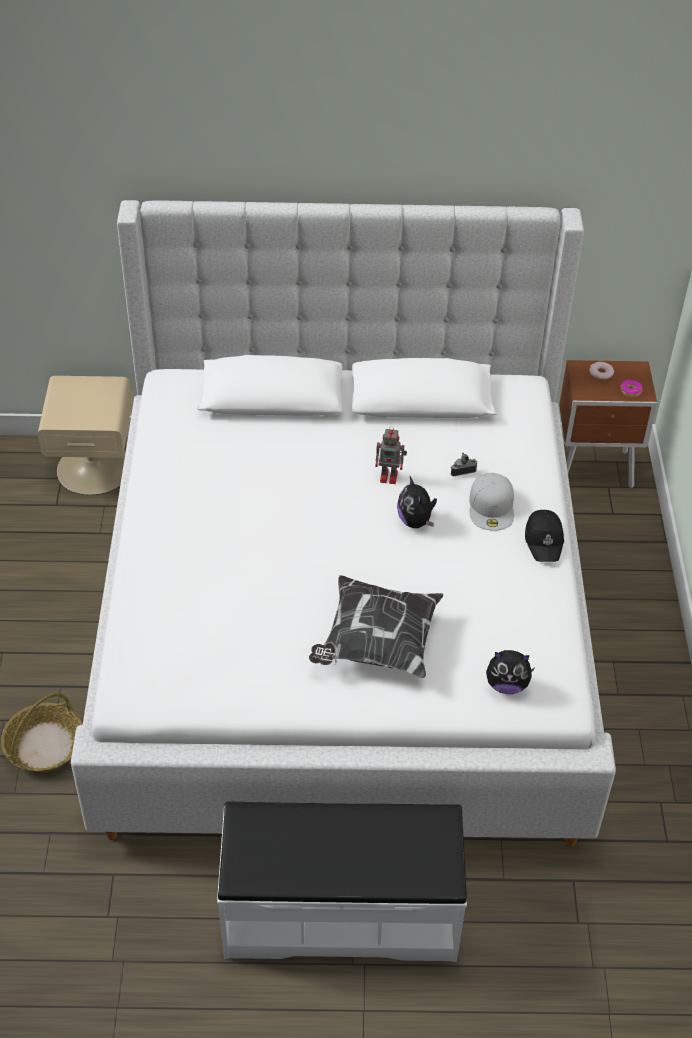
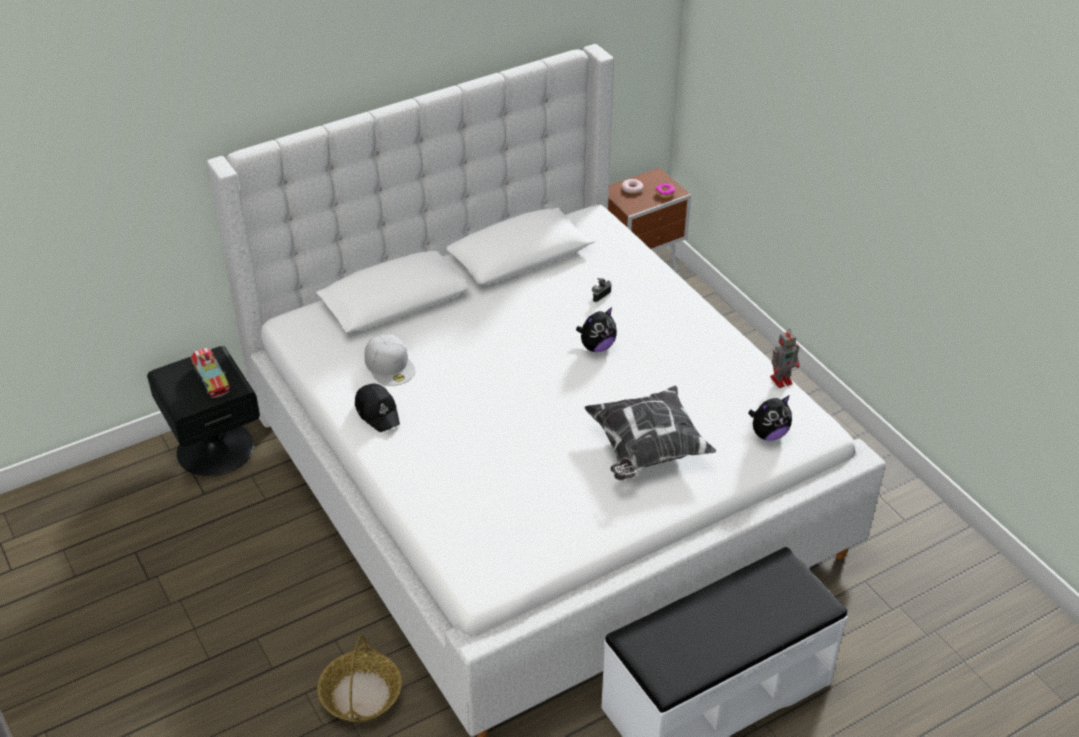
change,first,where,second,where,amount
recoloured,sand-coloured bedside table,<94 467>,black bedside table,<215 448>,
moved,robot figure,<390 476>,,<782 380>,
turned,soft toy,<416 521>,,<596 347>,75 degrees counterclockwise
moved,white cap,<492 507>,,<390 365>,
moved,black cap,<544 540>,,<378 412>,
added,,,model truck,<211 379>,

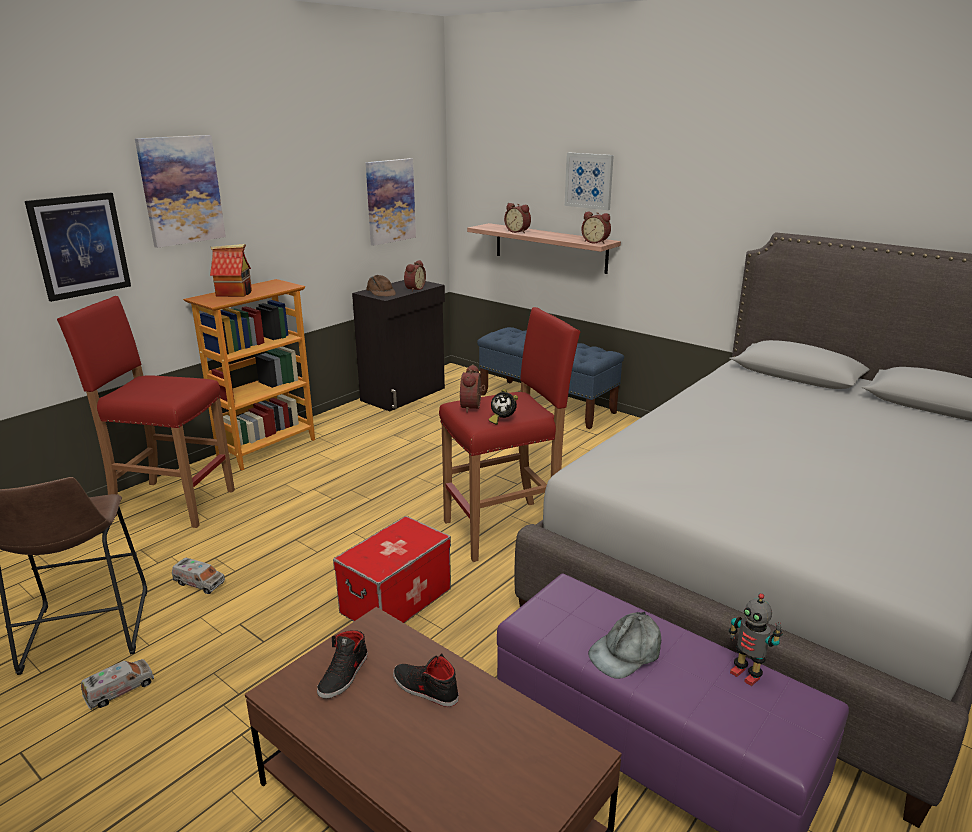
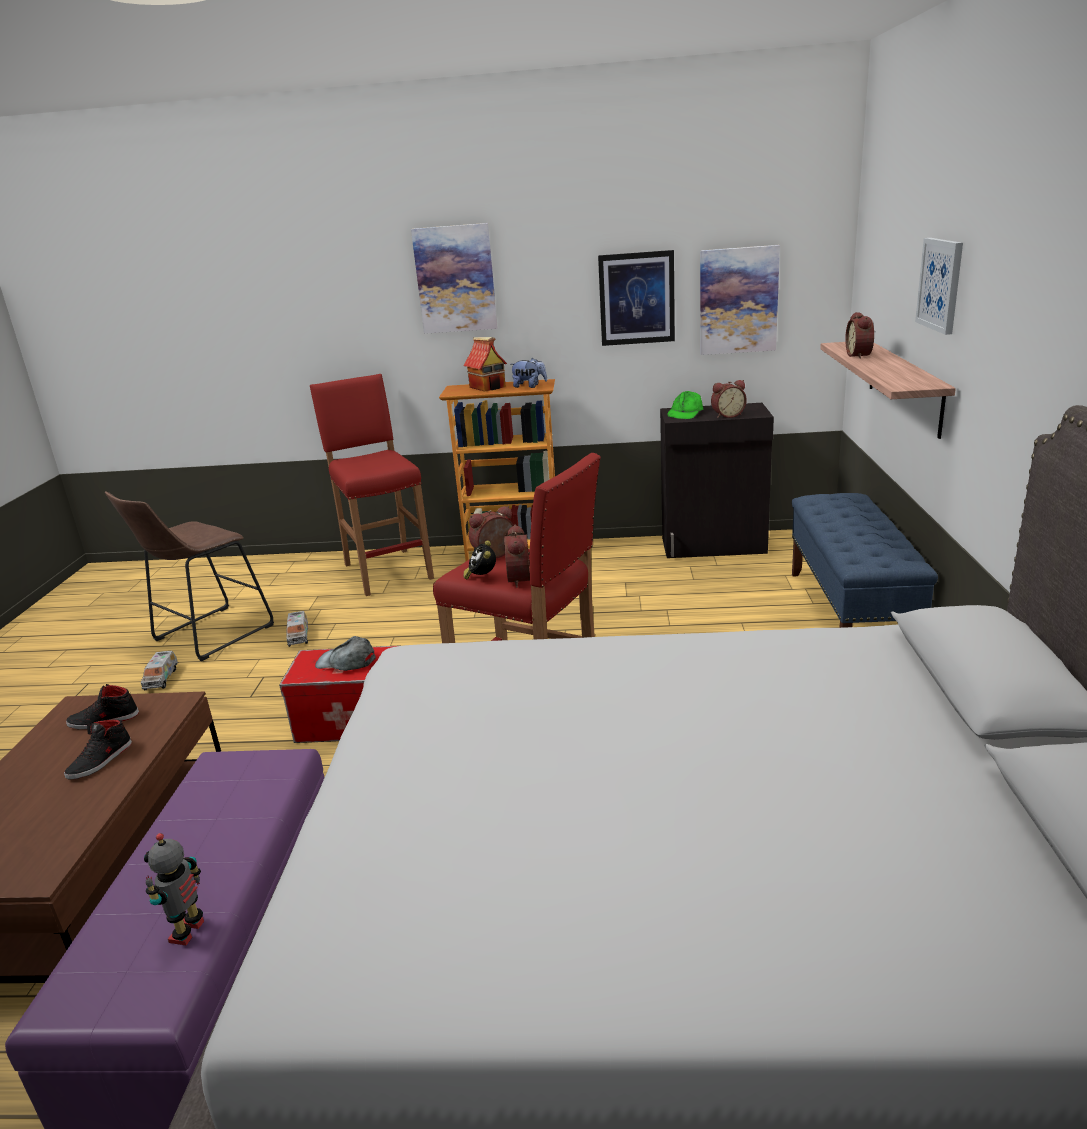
change,first,where,second,where,amount
moved,wall art,<80 246>,,<636 298>,
turned,model truck,<119 690>,,<161 678>,75 degrees clockwise
recoloured,brownish cap,<381 292>,green cap,<685 413>,
turned,black shoe,<424 689>,,<100 761>,150 degrees counterclockwise
moved,table clock,<596 242>,,<522 579>,
moved,greyish cap,<626 652>,,<346 661>,
added,,,soft toy,<529 386>,

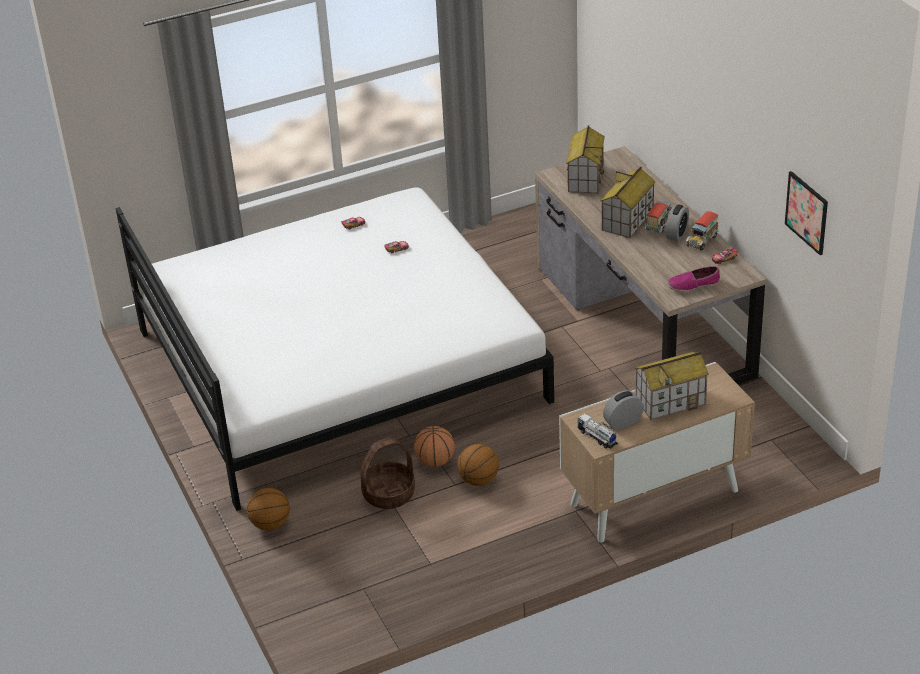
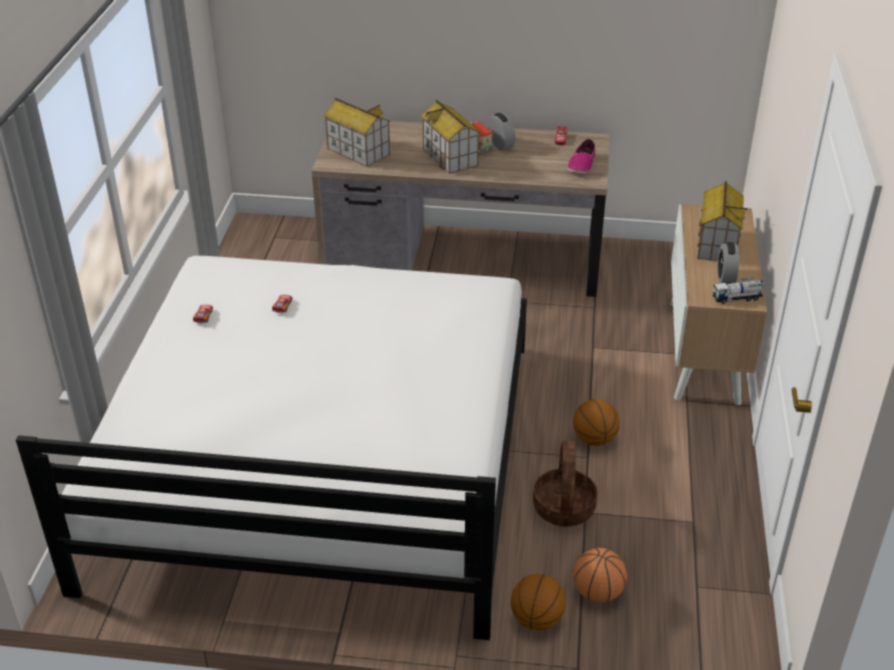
change,first,where,second,where,amount
moved,basketball ball,<435 461>,,<597 592>,
removed,model truck,<701 241>,,,
removed,wall art,<807 212>,,,

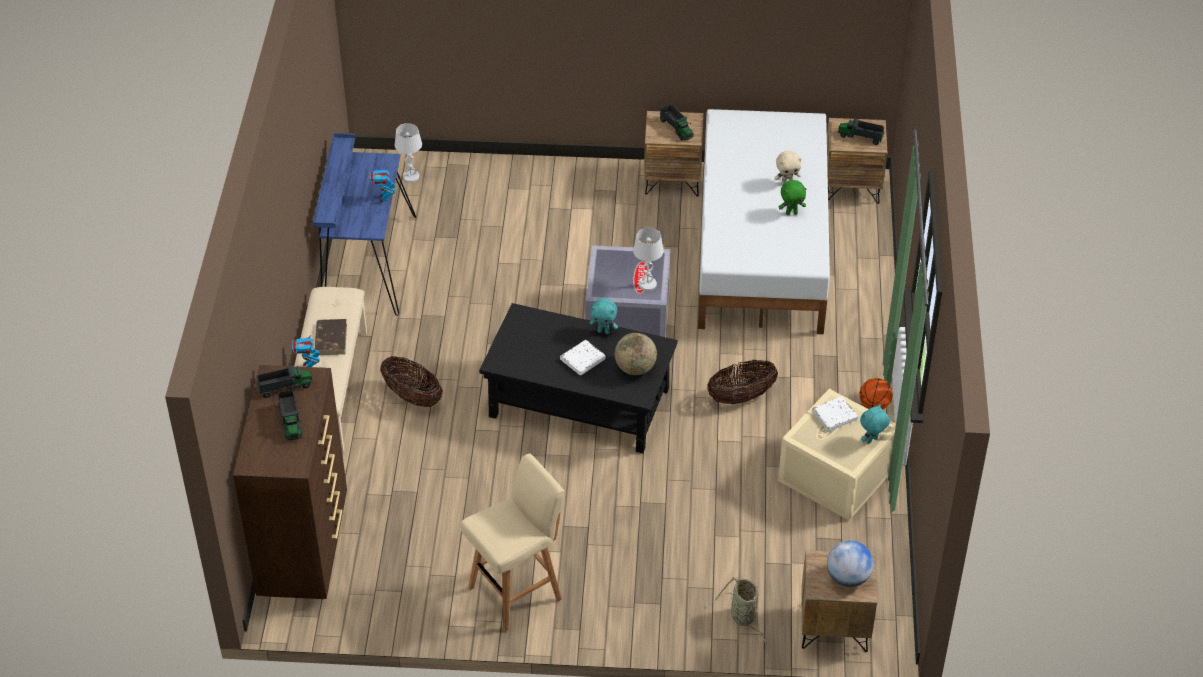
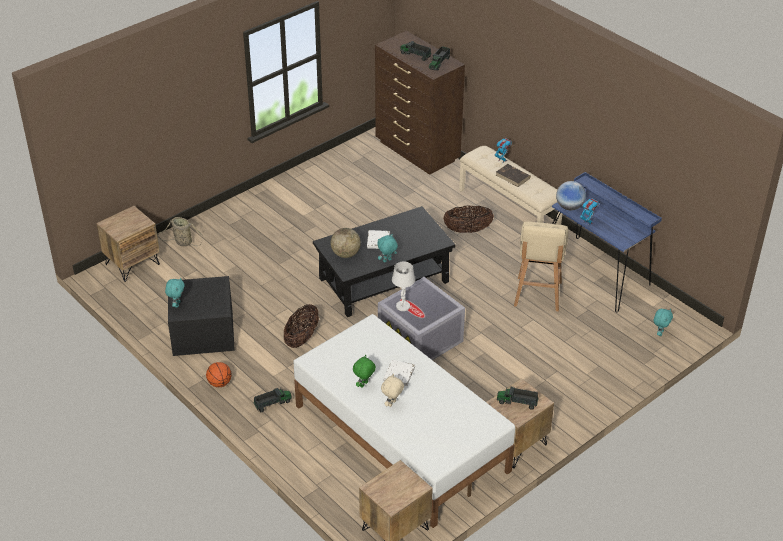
change,first,where,second,where,amount
replaced,white tabletop lamp,<411 177>,blue-green soft toy,<660 333>,
moved,sand-coloured stool seat,<517 592>,,<537 295>,
recoloured,sand-coloured storage box,<836 476>,black storage box,<202 331>,
moved,white bound book,<834 416>,,<399 374>,
moved,desk globe,<848 578>,,<569 207>,
moved,model truck,<860 137>,,<272 403>,

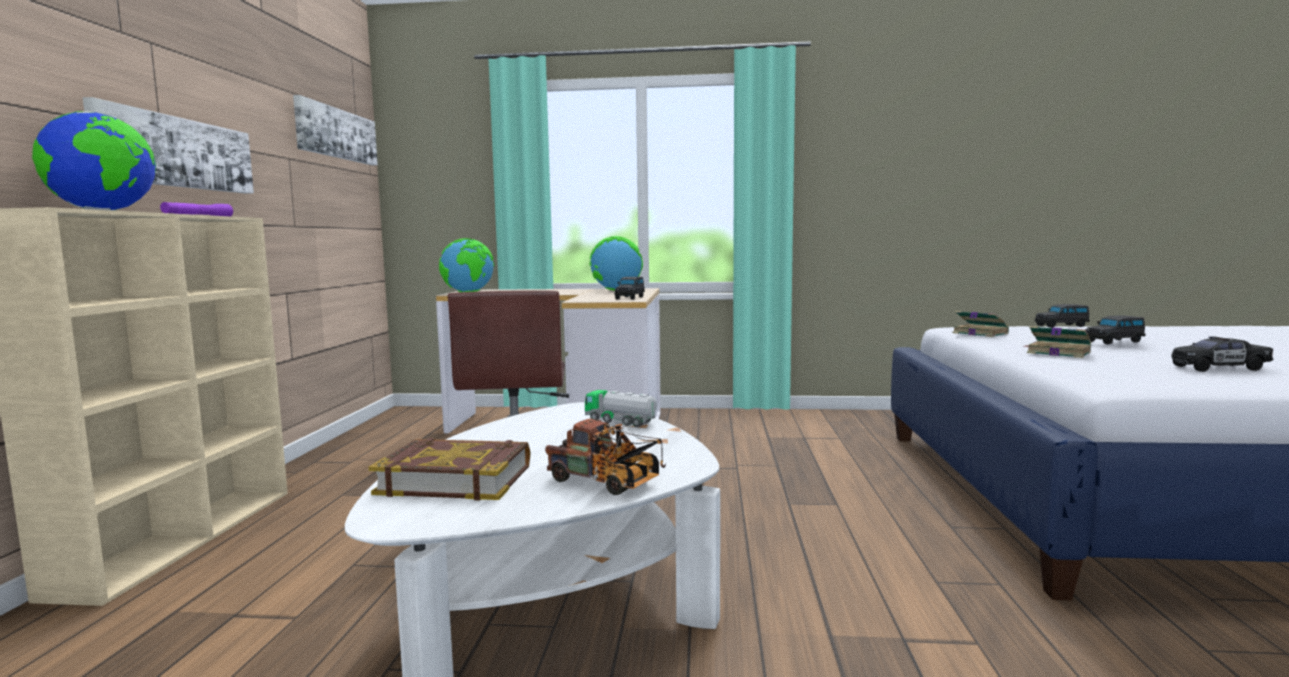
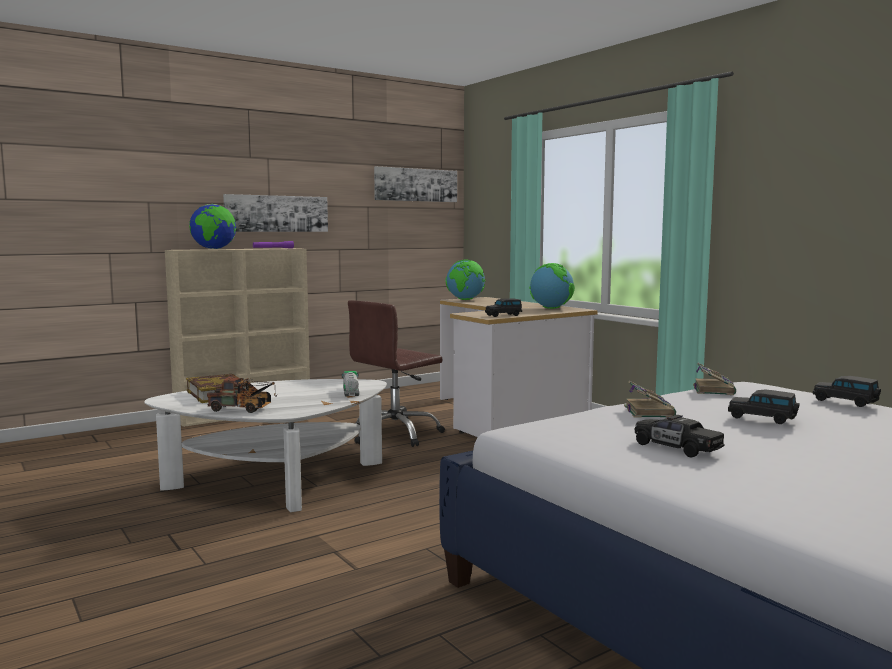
change,first,where,second,where,amount
turned,model truck,<608 483>,,<243 409>,75 degrees counterclockwise

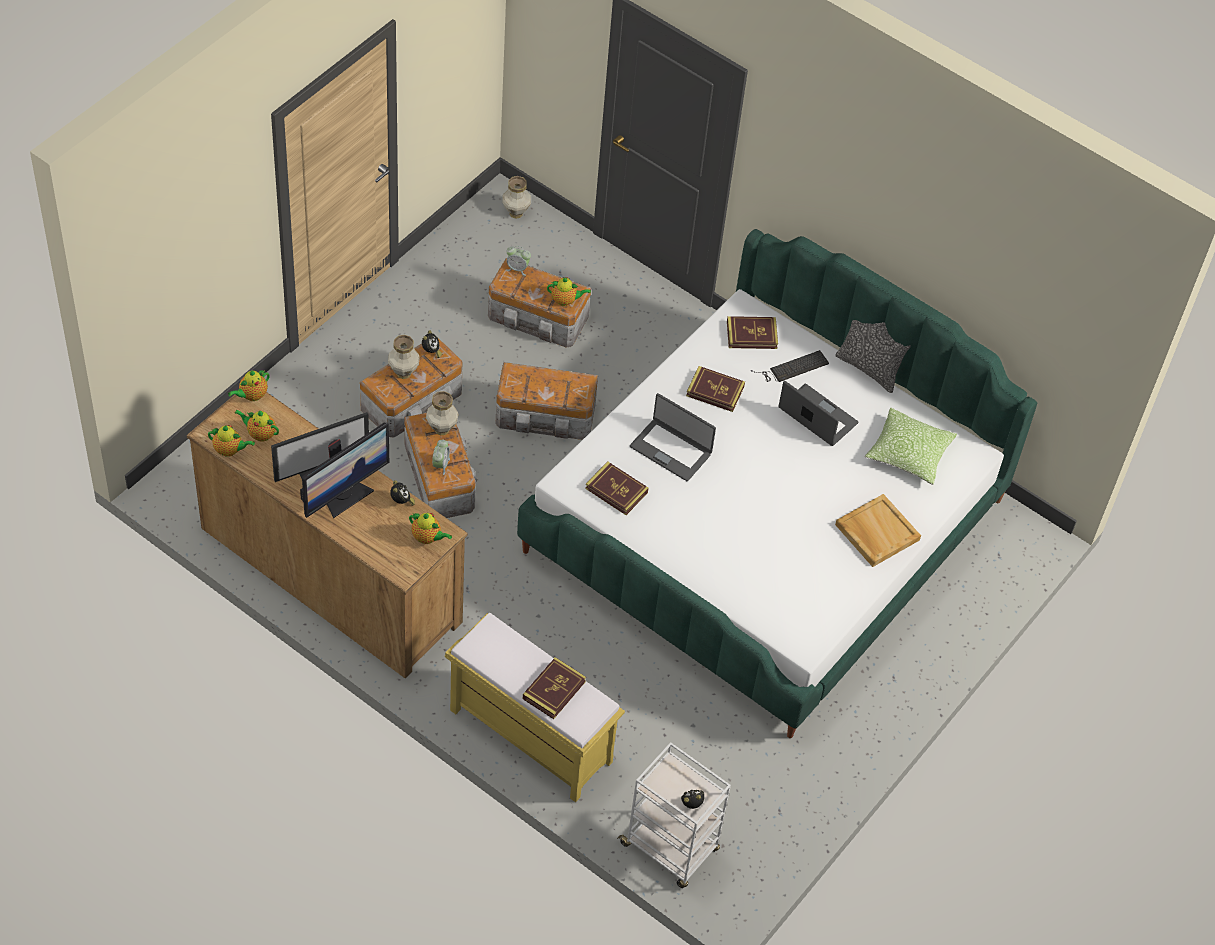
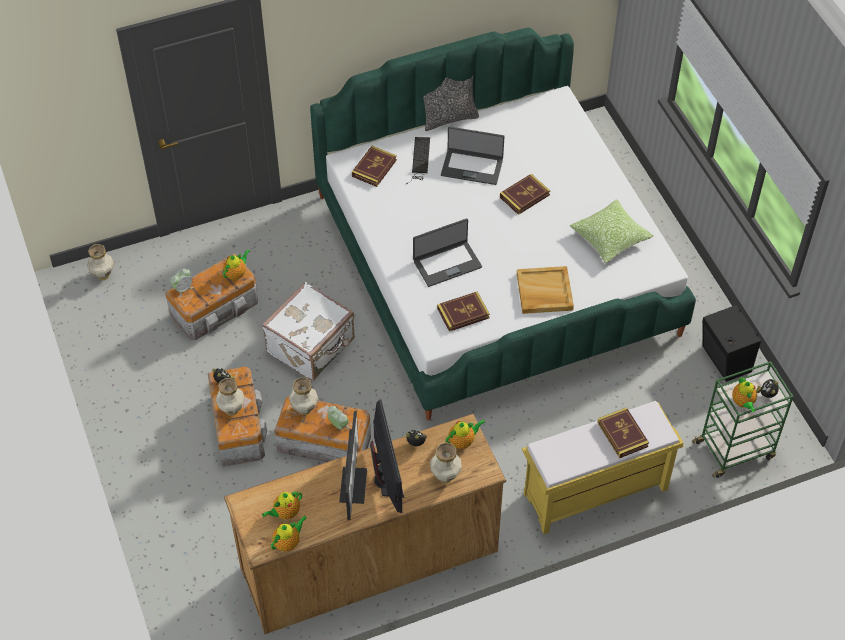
change,first,where,second,where,amount
moved,teapot,<252 396>,,<743 403>,
replaced,storage box,<546 416>,white piece of luggage,<312 347>,
recoloured,white trolley,<670 848>,green trolley,<735 449>,
moved,bound book,<715 391>,,<524 196>,
turned,laptop,<817 416>,,<472 167>,150 degrees counterclockwise
moved,sand-coloured serving tray,<876 532>,,<544 292>,
moved,throw pillow,<909 453>,,<610 238>,
added,,,flower vase,<446 476>,
added,,,black audio speaker,<724 360>,

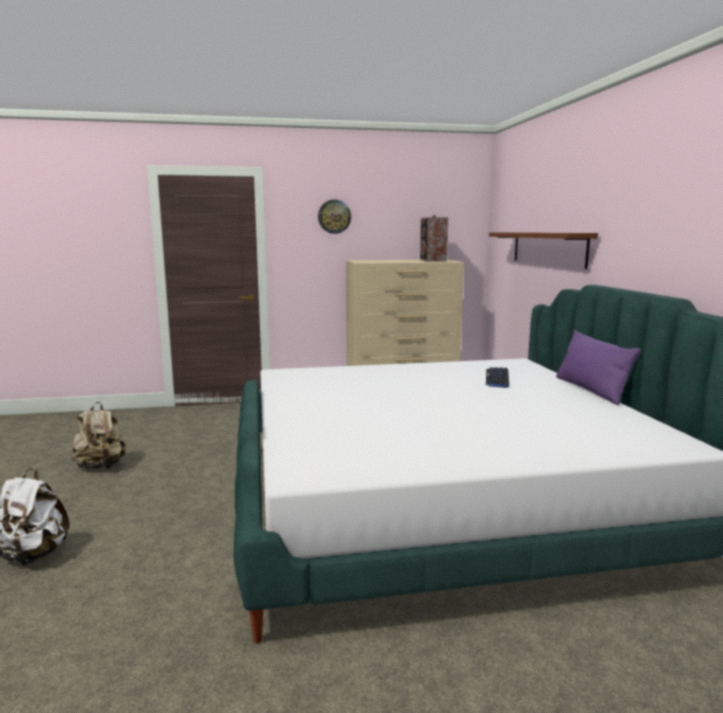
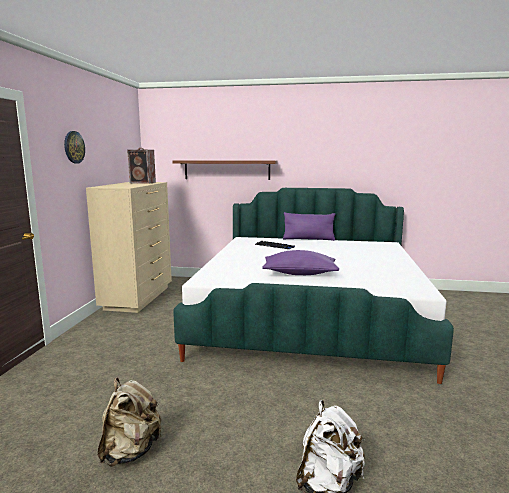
change,first,where,second,where,amount
added,,,purplish throw pillow,<300 274>,

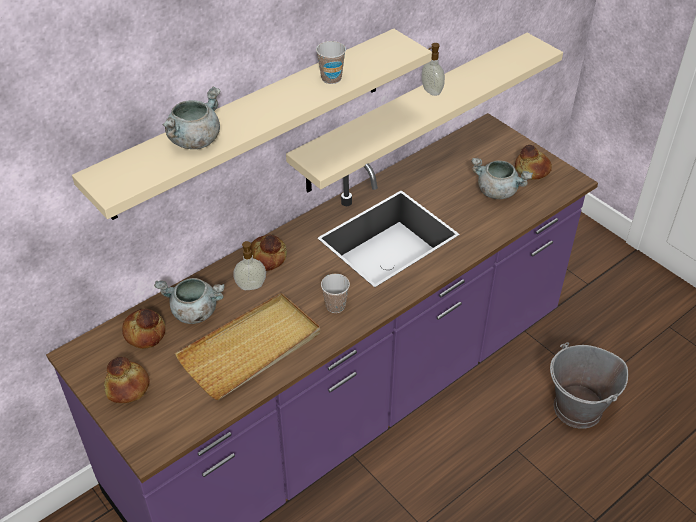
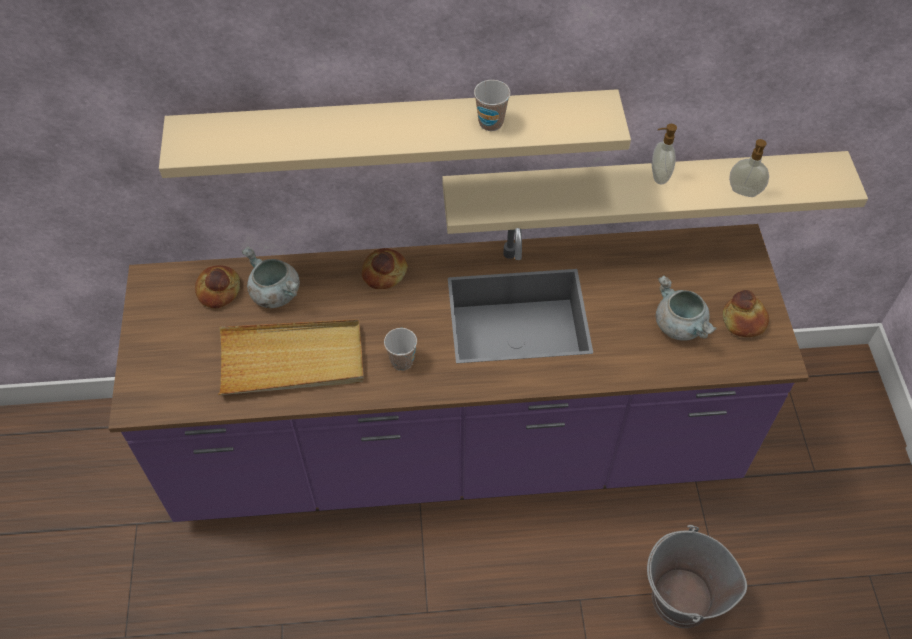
change,first,where,second,where,amount
removed,bread,<127 387>,,,
removed,greyish stockpot,<194 140>,,,
moved,liquid soap bottle,<251 287>,,<743 192>,

